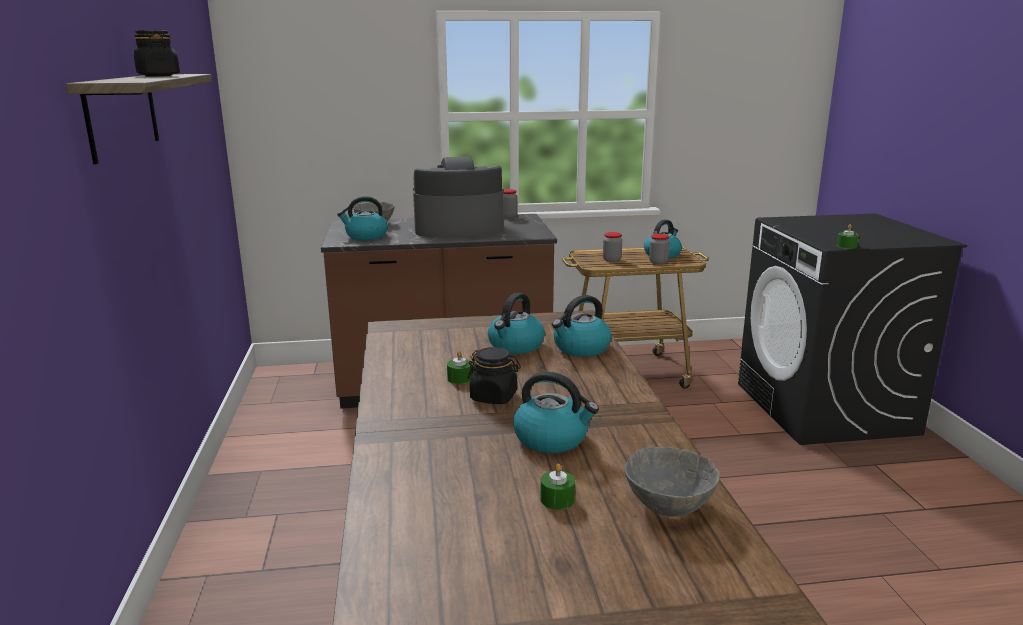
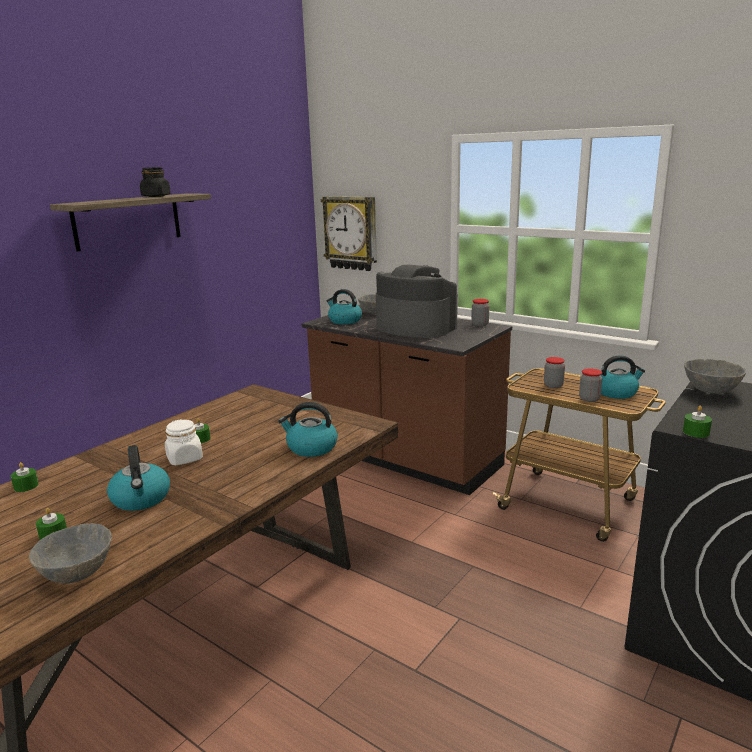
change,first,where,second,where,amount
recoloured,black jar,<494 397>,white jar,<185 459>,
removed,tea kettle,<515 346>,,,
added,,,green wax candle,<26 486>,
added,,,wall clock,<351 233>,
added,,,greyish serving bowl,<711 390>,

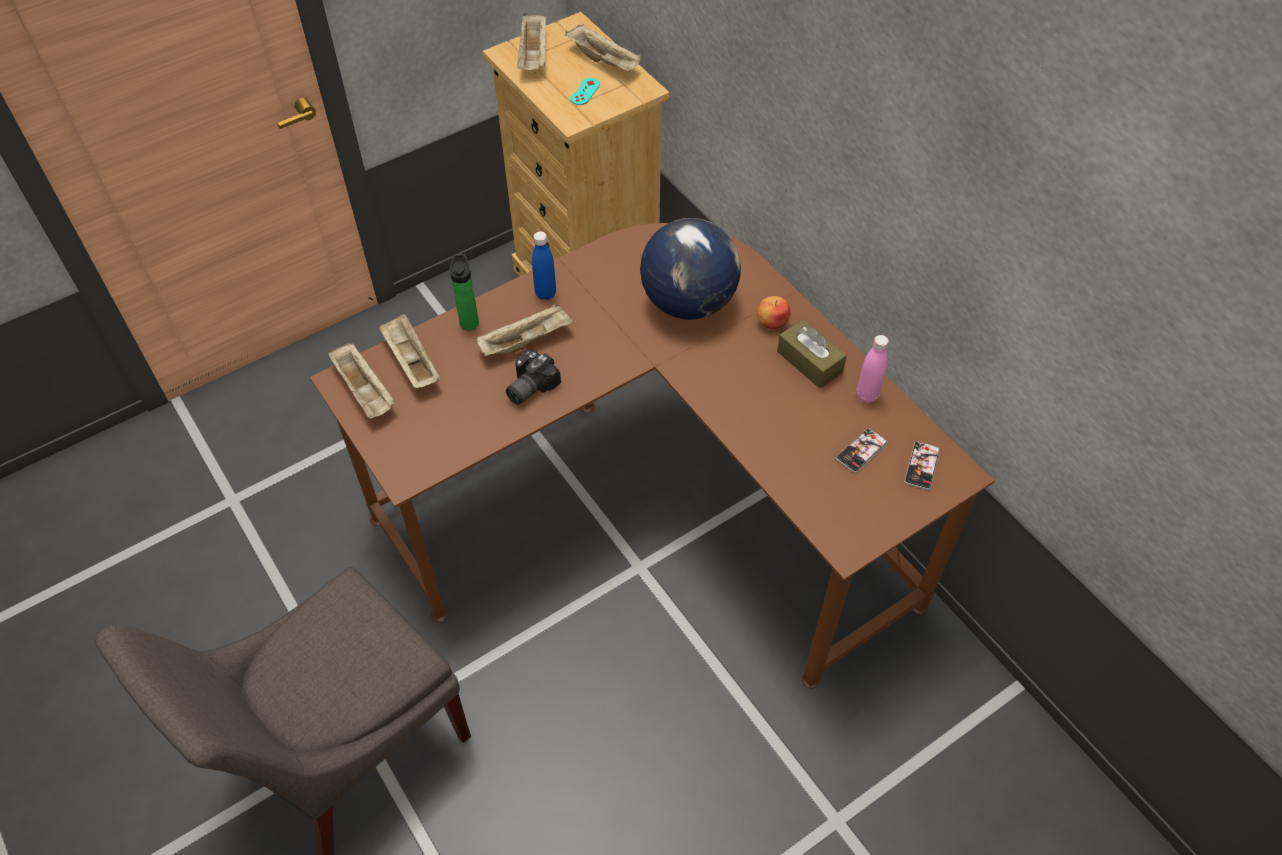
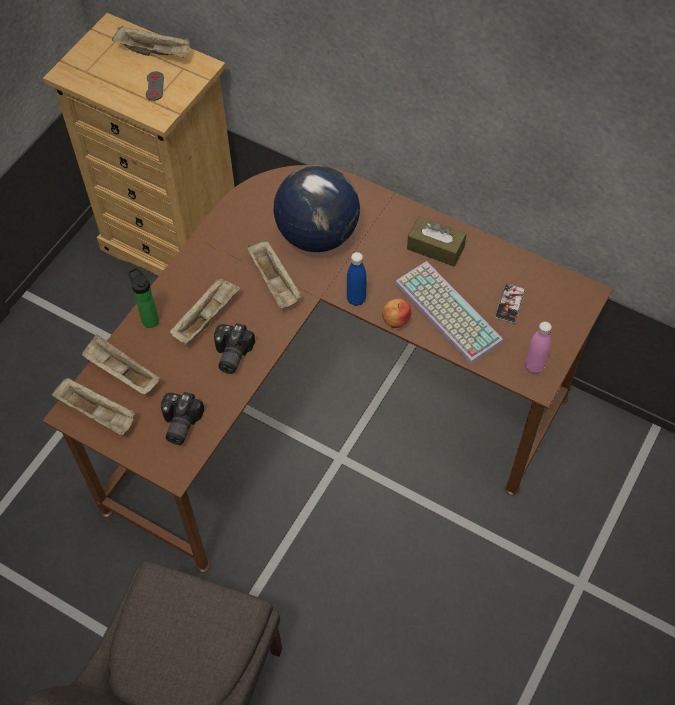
change,first,where,second,where,amount
moved,sand-coloured serving tray,<534 55>,,<275 282>,
moved,bluish drink bottle,<545 293>,,<356 299>,
recoloured,blue-green game controller,<585 91>,greyish game controller,<154 86>,
moved,apple fruit,<772 322>,,<396 320>,
moved,pinkish drink bottle,<867 395>,,<533 366>,
removed,telephone,<922 466>,,,
added,,,photo camera,<178 424>,
added,,,computer keyboard,<445 312>,

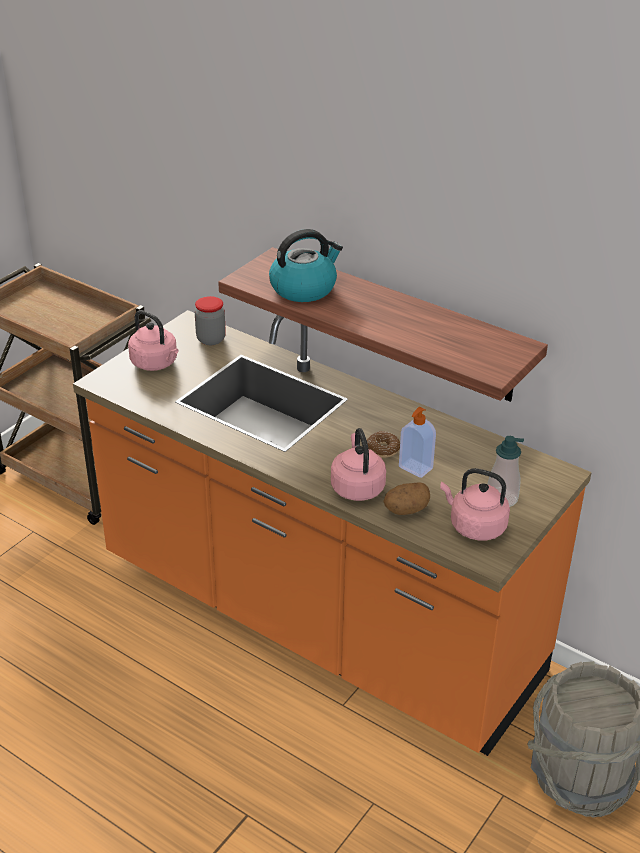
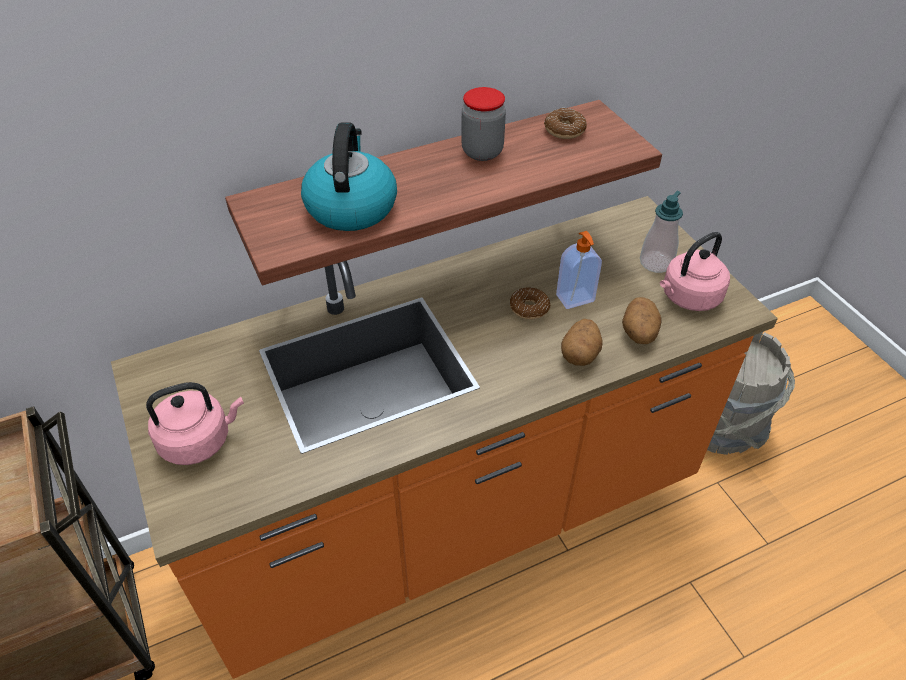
change,first,where,second,where,amount
moved,jar,<211 339>,,<482 152>,
replaced,pinkish tea kettle,<357 486>,spud,<580 354>,
added,,,doughnut,<564 130>,

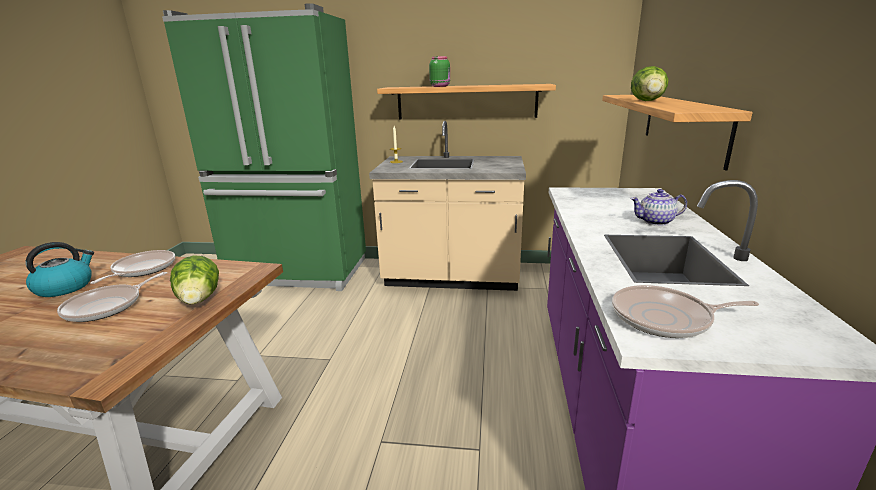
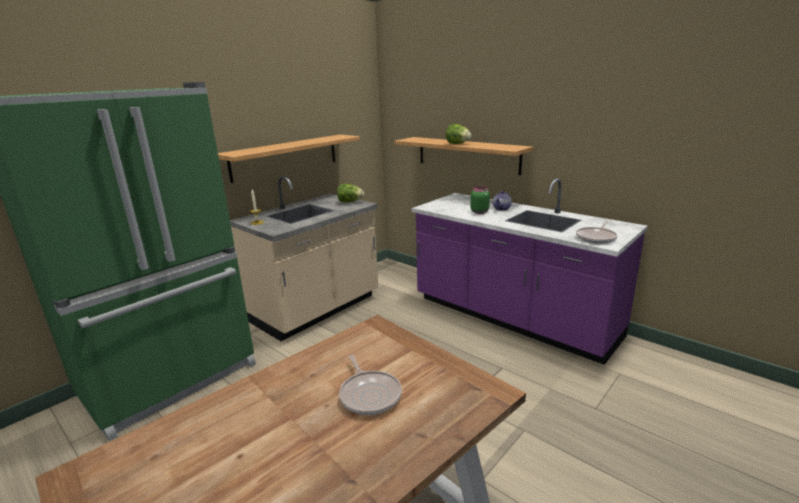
change,first,where,second,where,amount
removed,tea kettle,<65 287>,,,
removed,skillet,<142 269>,,,
moved,lettuce,<199 300>,,<350 202>,
moved,green jar,<440 86>,,<479 212>,

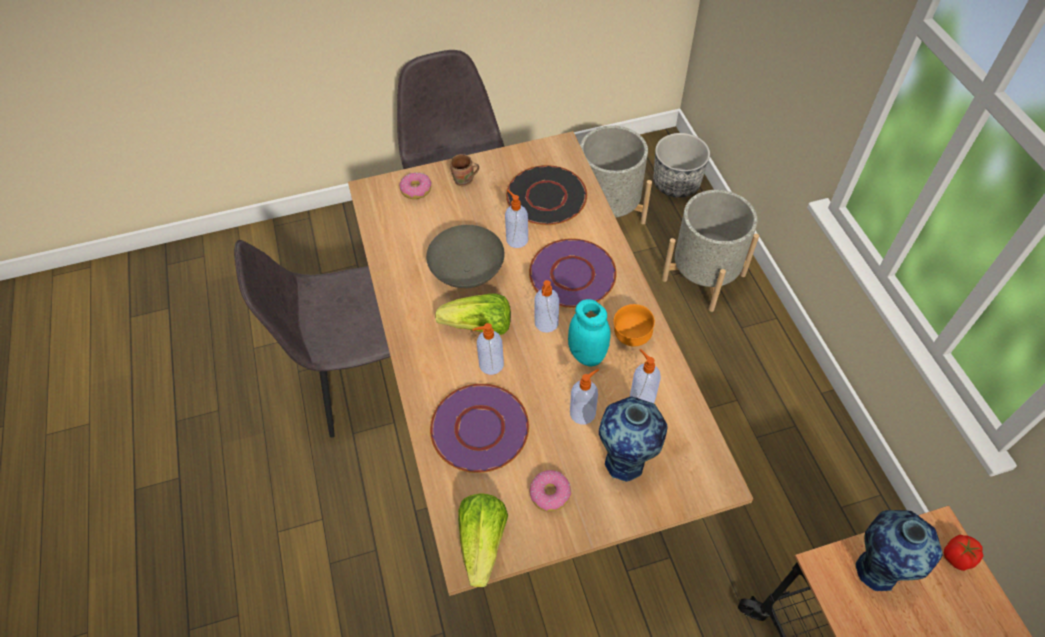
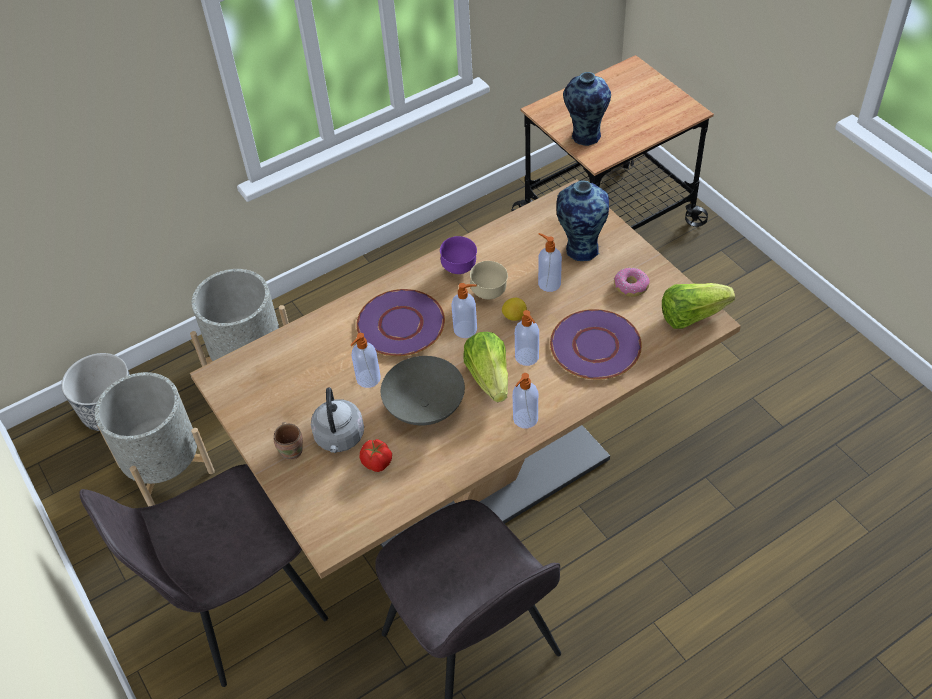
change,first,where,second,where,amount
removed,doughnut,<416 190>,,,
removed,black flat dish,<546 197>,,,
replaced,blue-green jar,<587 354>,sand-coloured serving bowl,<489 293>,
recoloured,orangey serving bowl,<631 337>,purplish serving bowl,<459 269>,
moved,liquid soap bottle,<642 396>,,<525 419>,
moved,whole tomato,<956 556>,,<377 463>,
added,,,greyish tea kettle,<339 438>,
added,,,whole lemon,<514 316>,

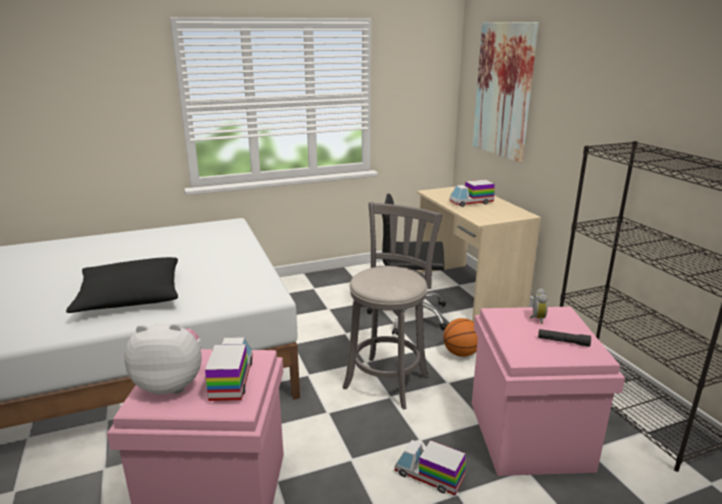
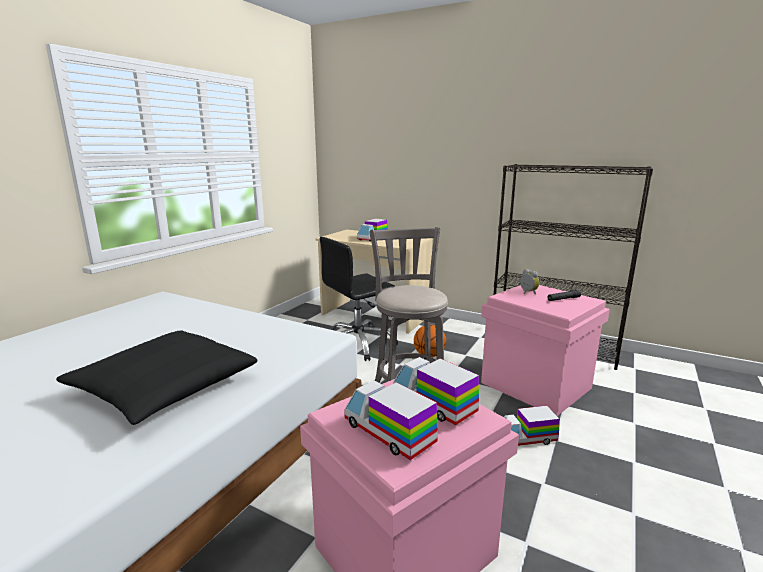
change,first,where,second,where,amount
replaced,soft toy,<171 384>,model truck,<388 433>,
removed,wall art,<504 90>,,,

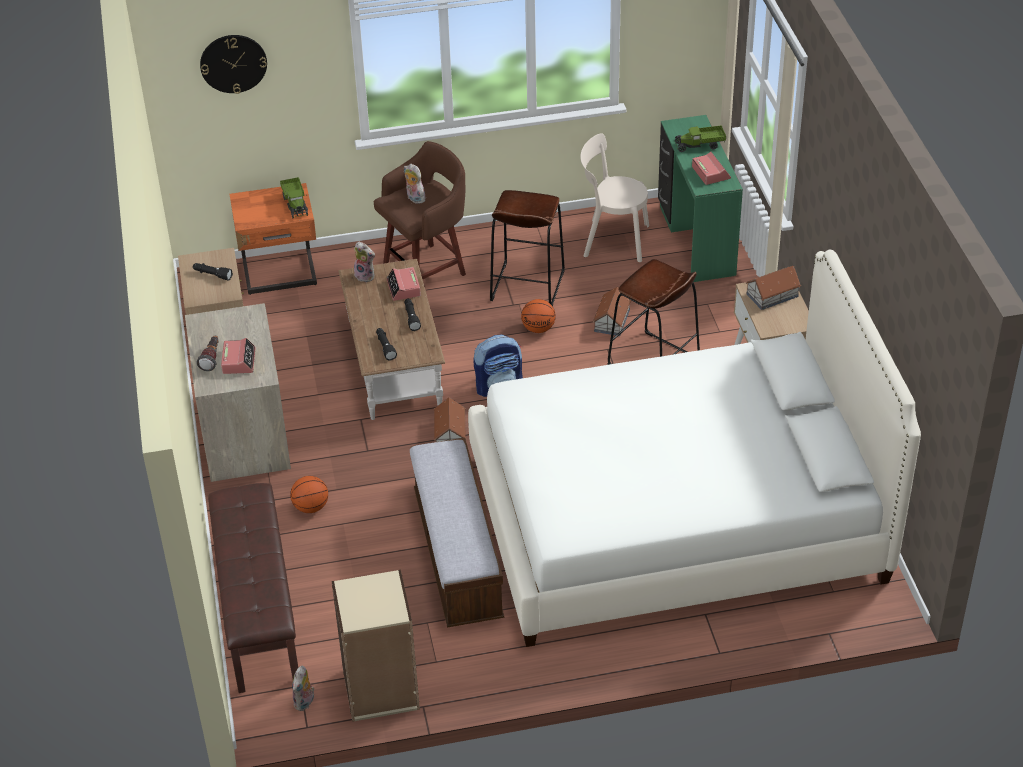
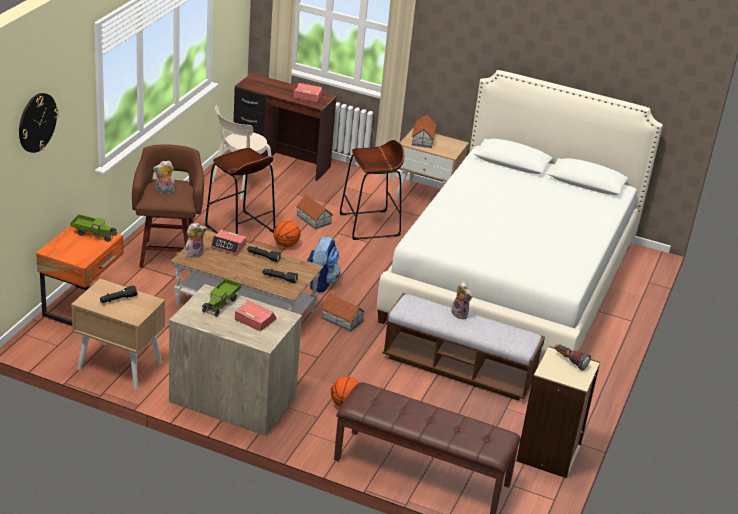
change,first,where,second,where,amount
moved,hand torch,<212 358>,,<569 361>,
moved,soft toy,<305 702>,,<460 314>,
recoloured,green desk,<695 240>,brownish desk,<281 162>,
moved,model truck,<700 145>,,<221 303>,

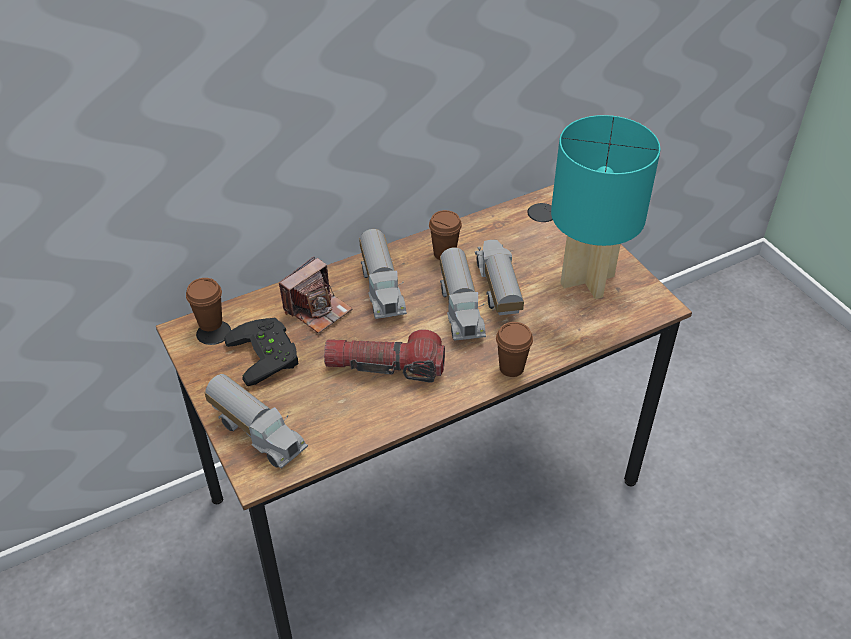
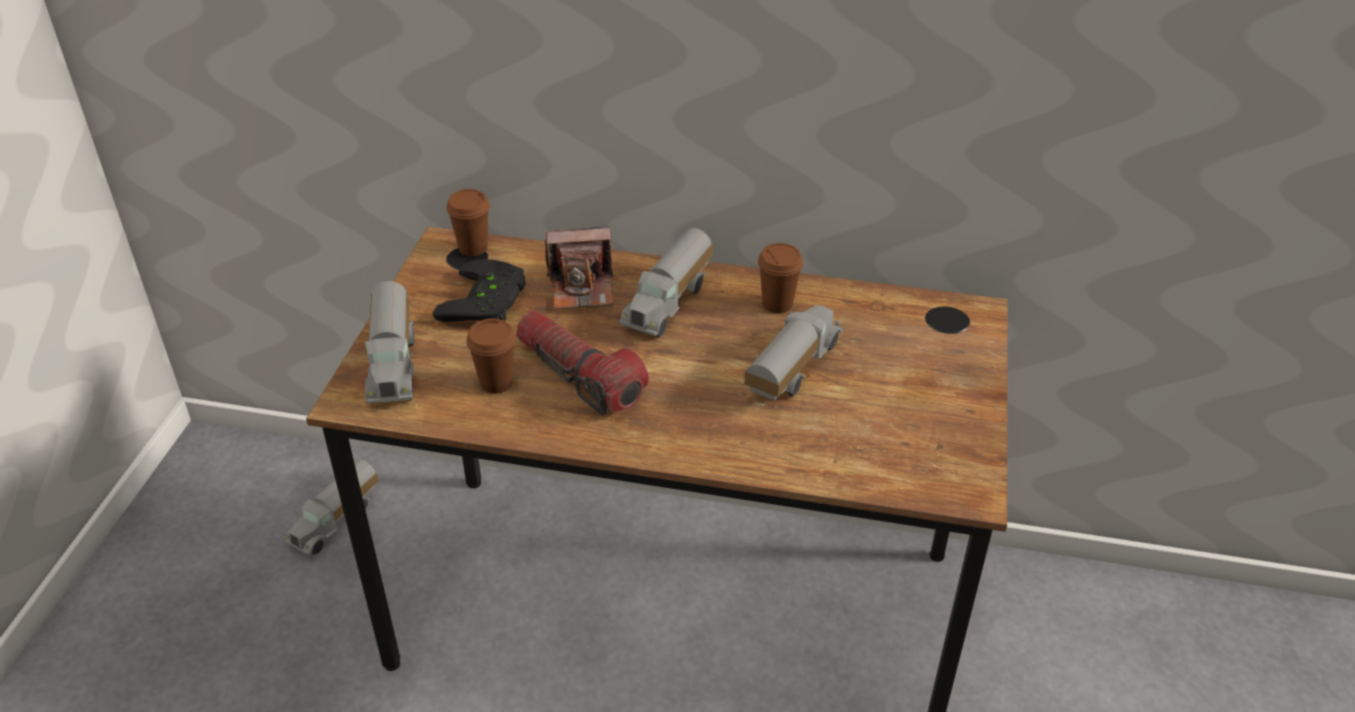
change,first,where,second,where,amount
moved,model truck,<461 309>,,<336 521>,
moved,brownish small cup,<511 368>,,<496 383>,
removed,blue-green tabletop lamp,<588 280>,,,

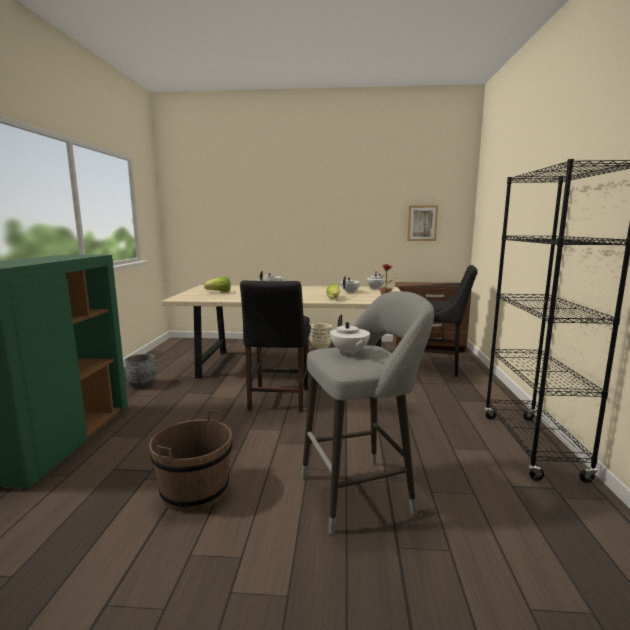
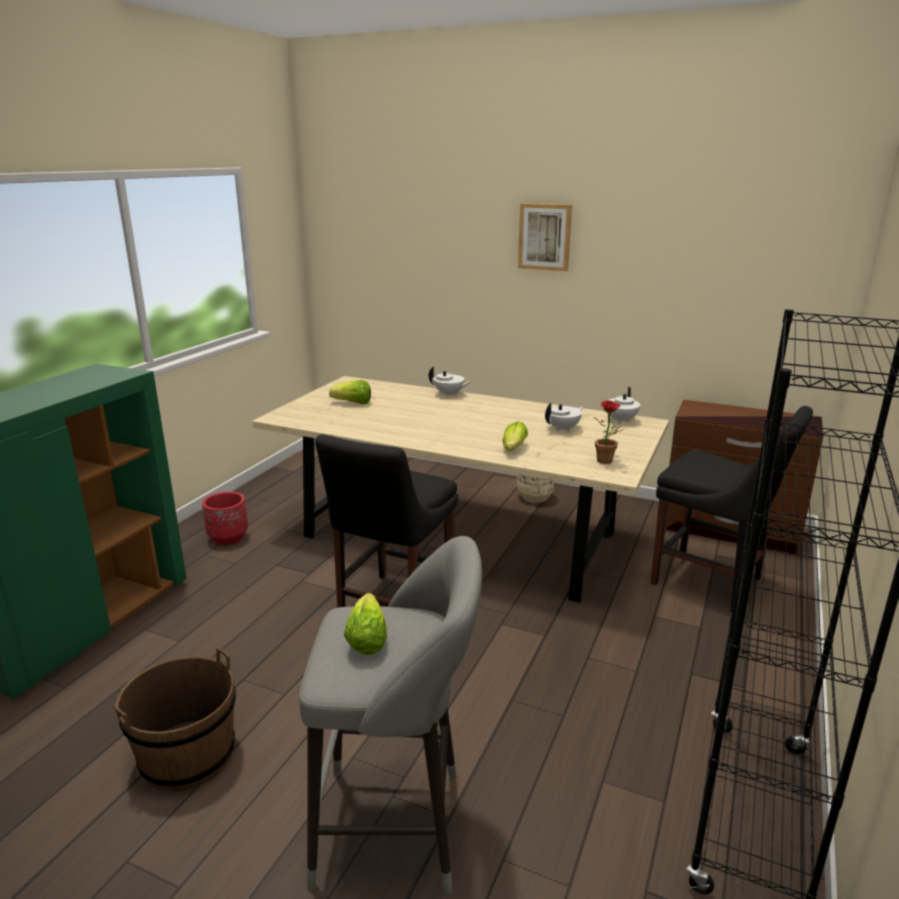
change,first,where,second,where,amount
recoloured,greyish flower pot,<142 385>,reddish flower pot,<228 538>,
replaced,white teapot,<349 353>,lettuce,<368 636>,
moved,wall art,<422 223>,,<544 237>,

